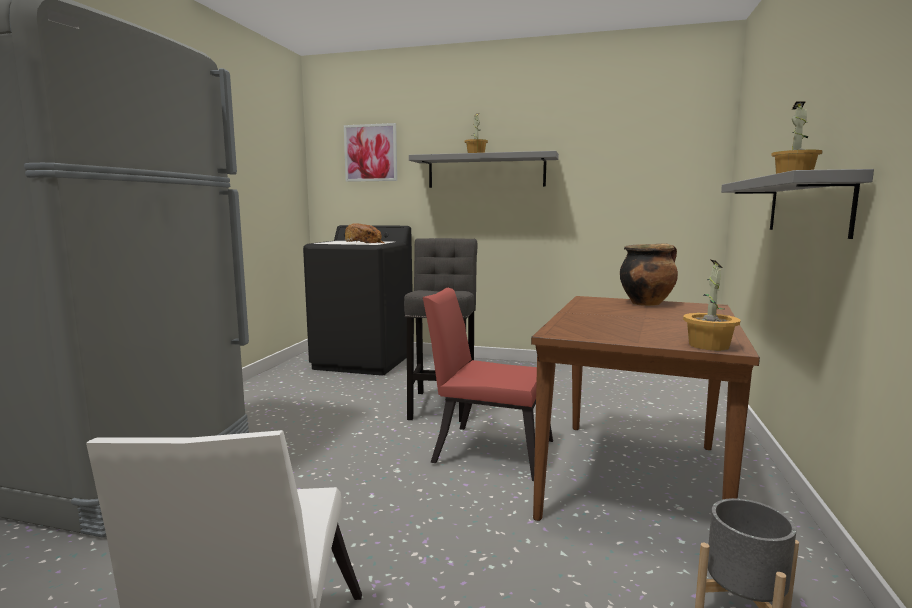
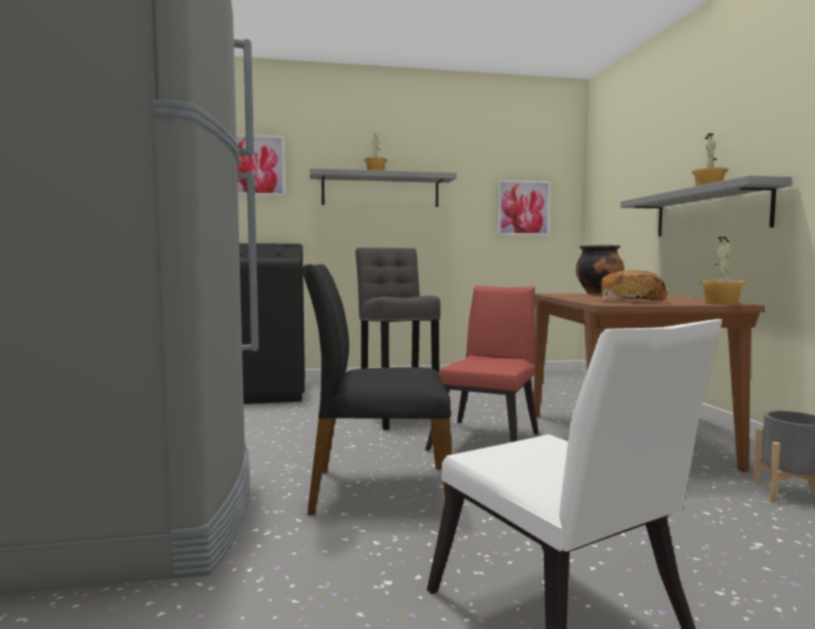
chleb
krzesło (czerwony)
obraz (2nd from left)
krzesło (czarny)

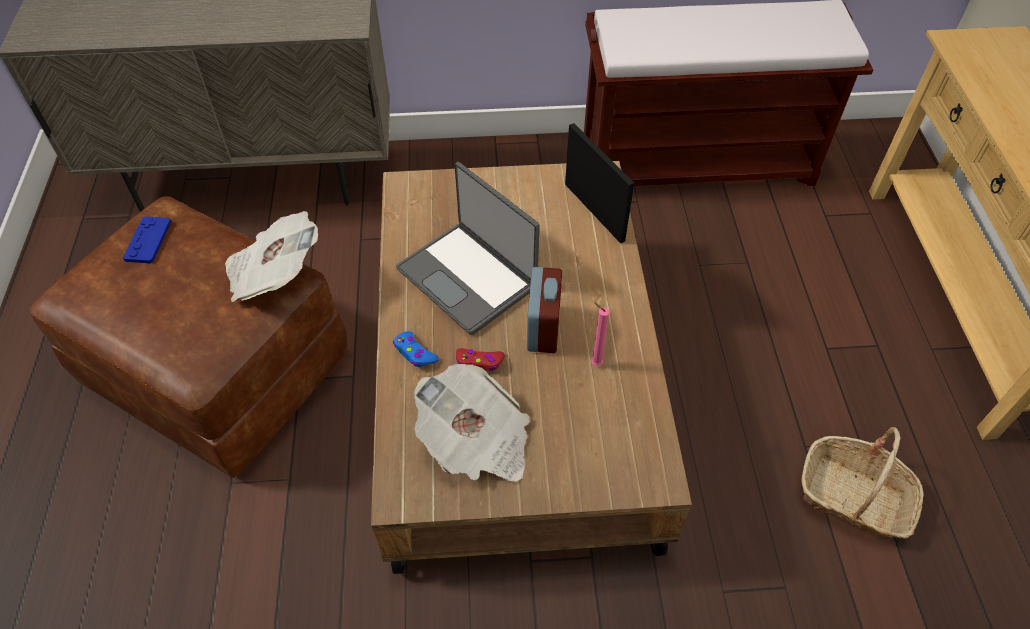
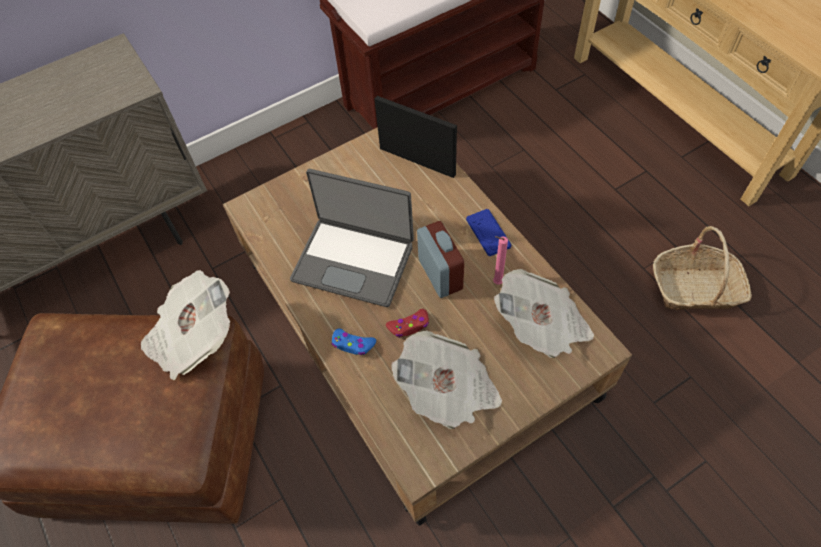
pad do gier (niebieski) (2nd from left)
gazeta (3rd from left)

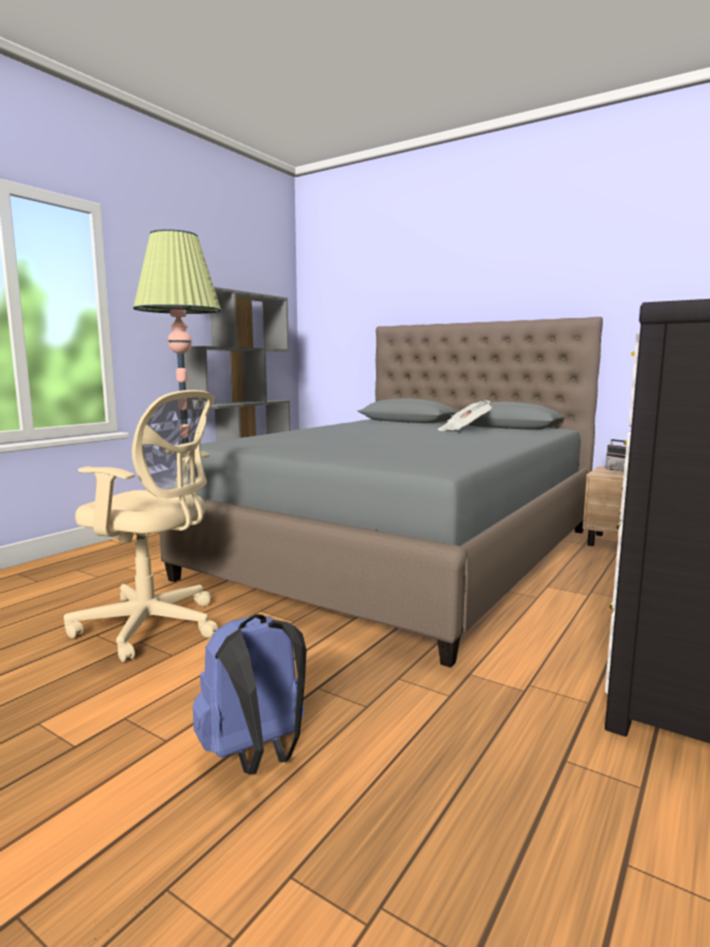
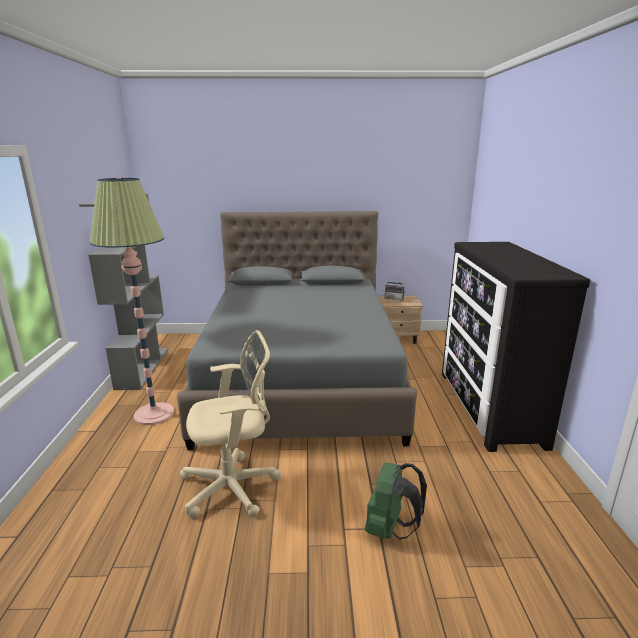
gazeta
plecak (zielony)

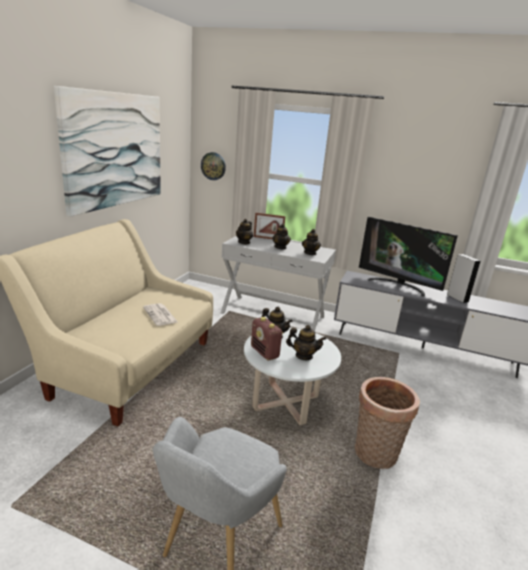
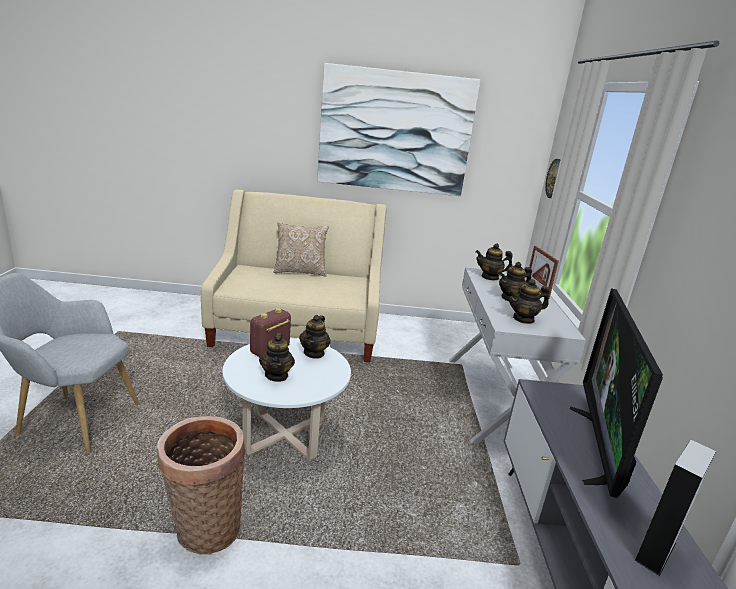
gazeta
poduszka

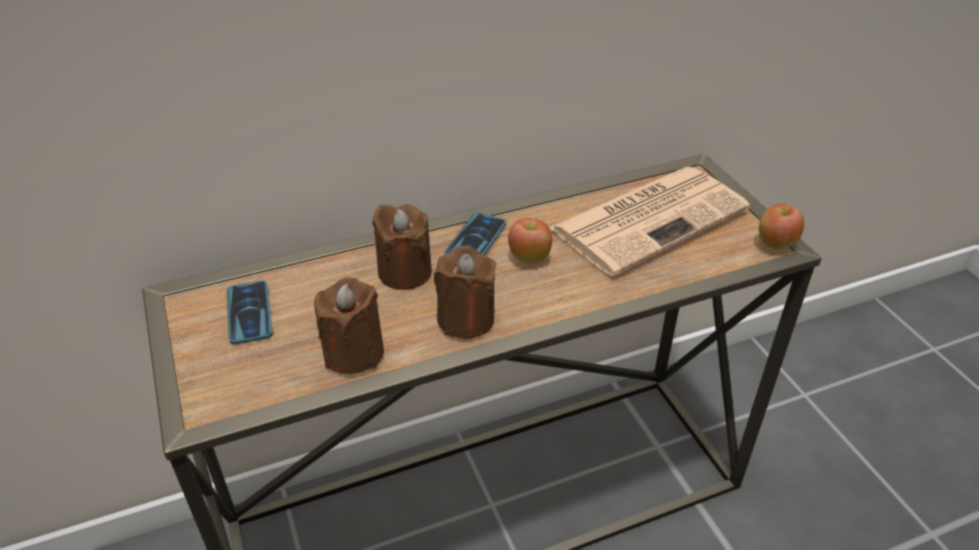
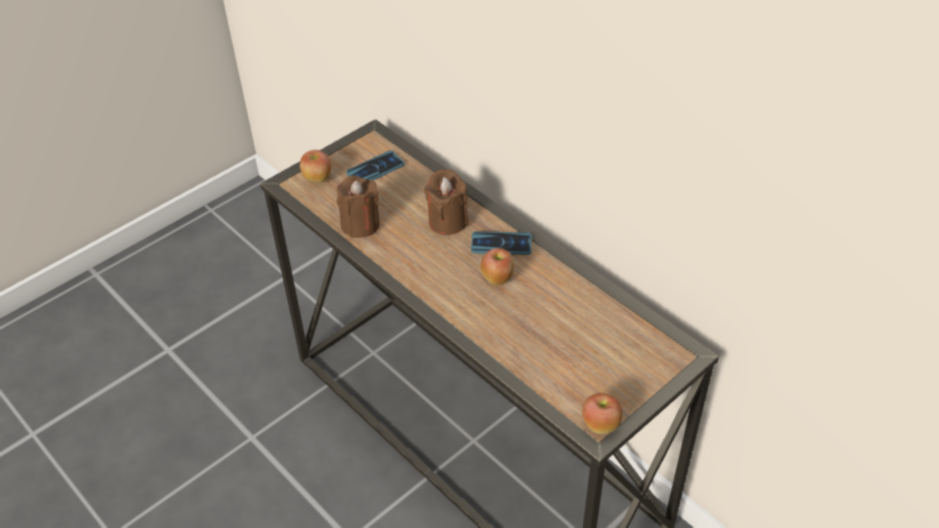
gazeta
świeca (brązowy) (3rd from left in the first image)
jabłko (1st from left)

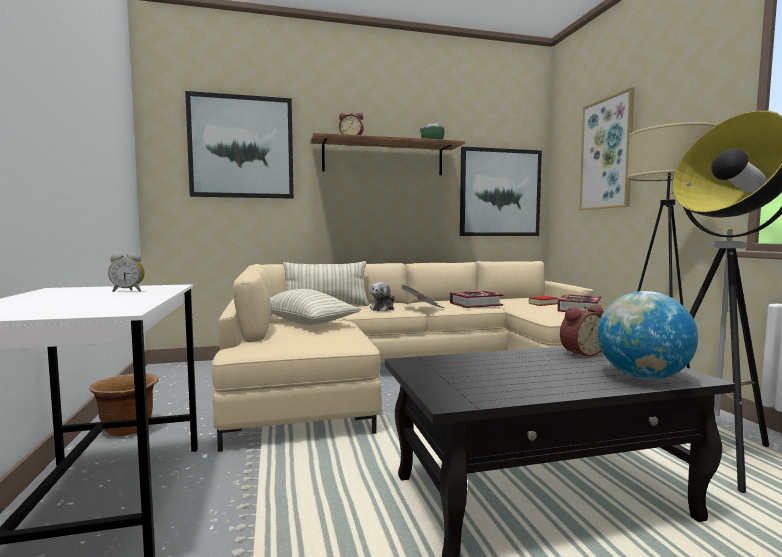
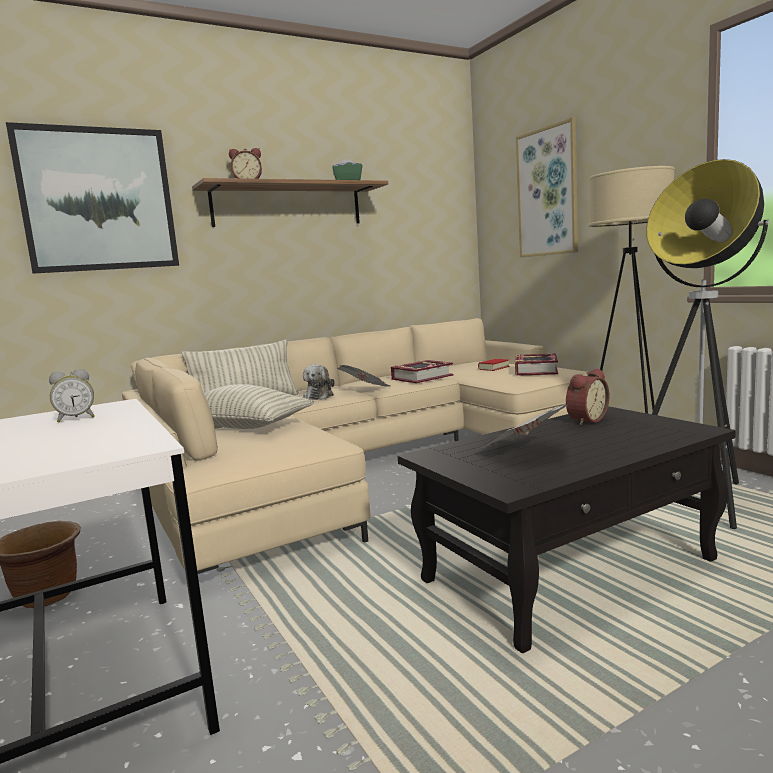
obraz (2nd from left in the first image)
globus
gazeta (2nd from left)

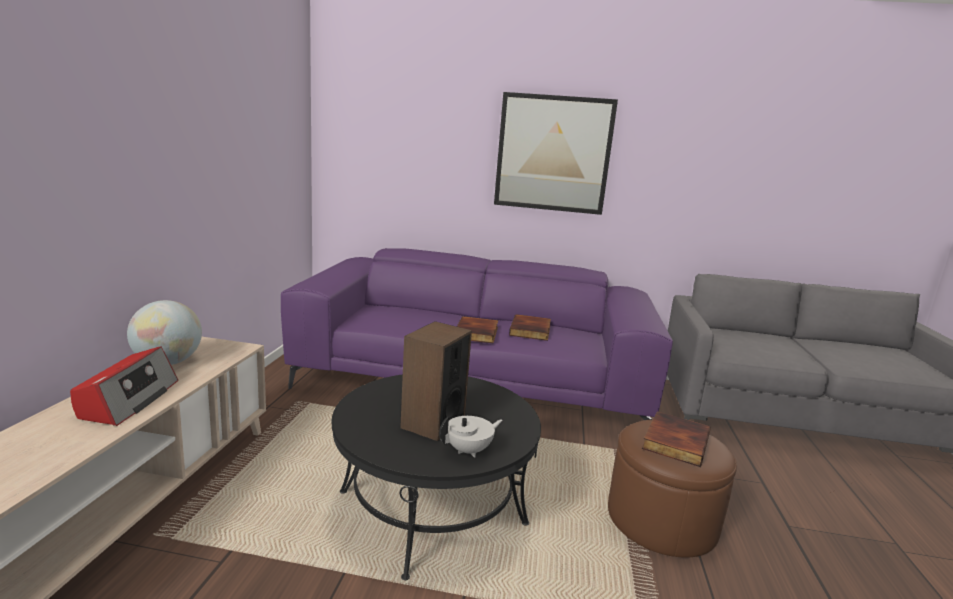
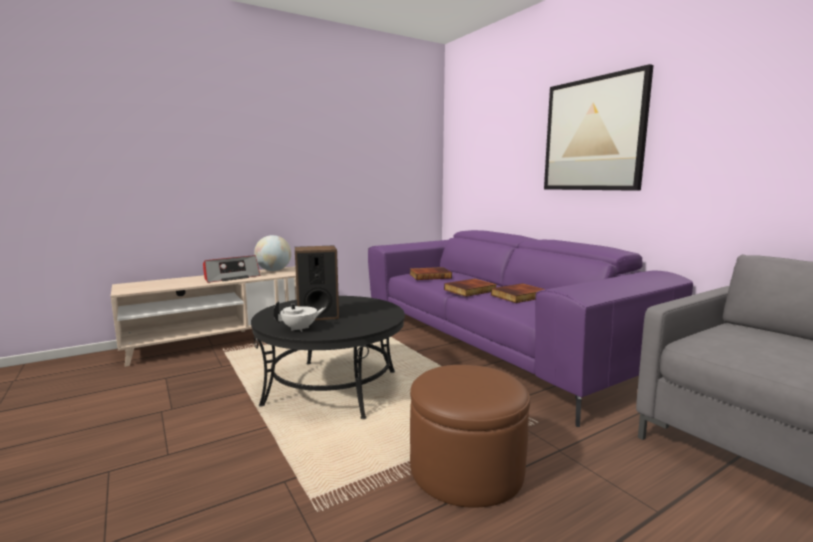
książka (1st from left)
imbryk (biały)

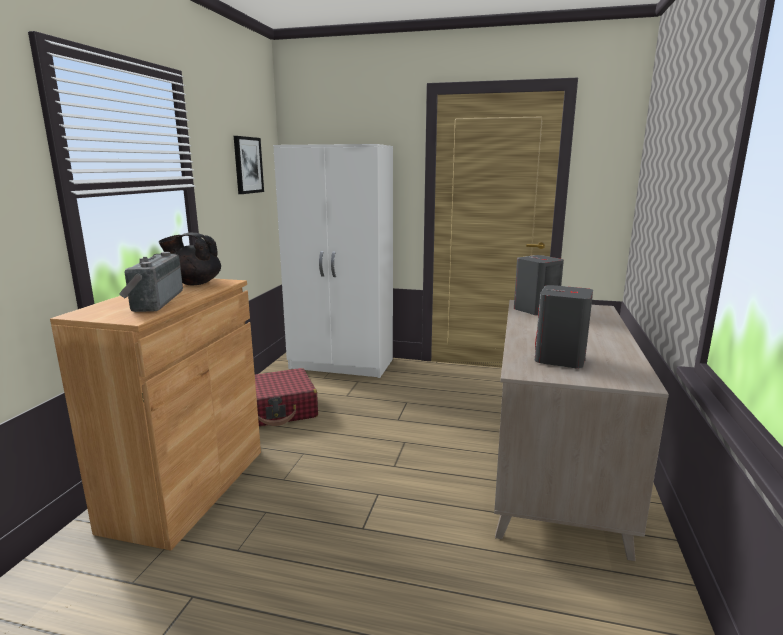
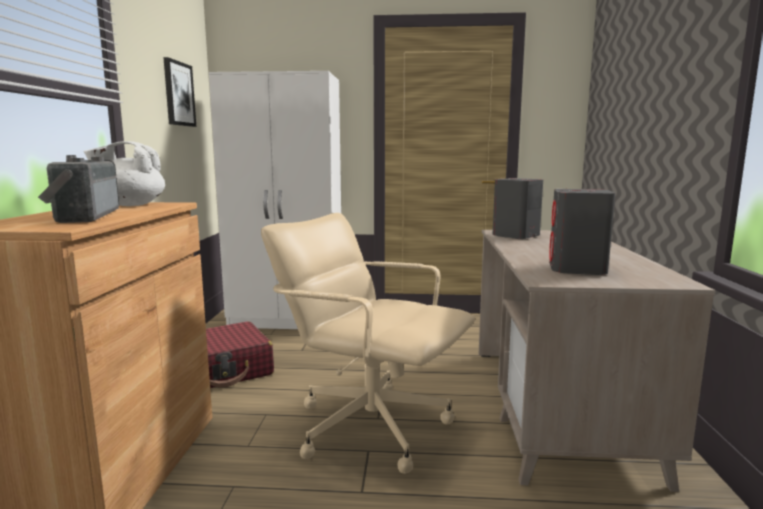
imbryk (biały)
krzesło biurowe (beżowy)

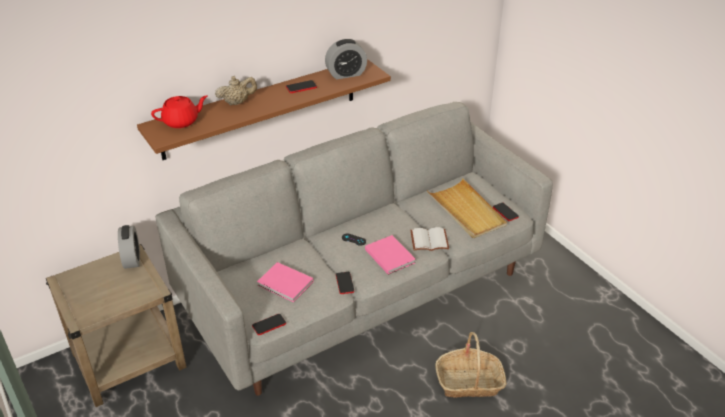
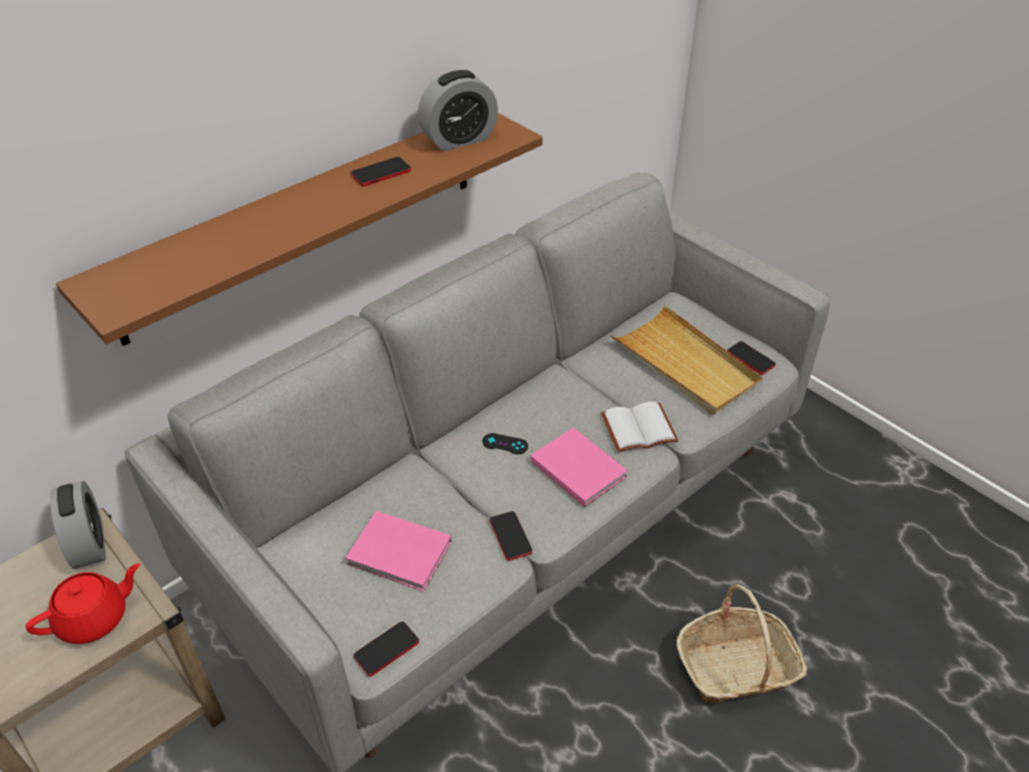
imbryk (beżowy)
imbryk (czerwony)

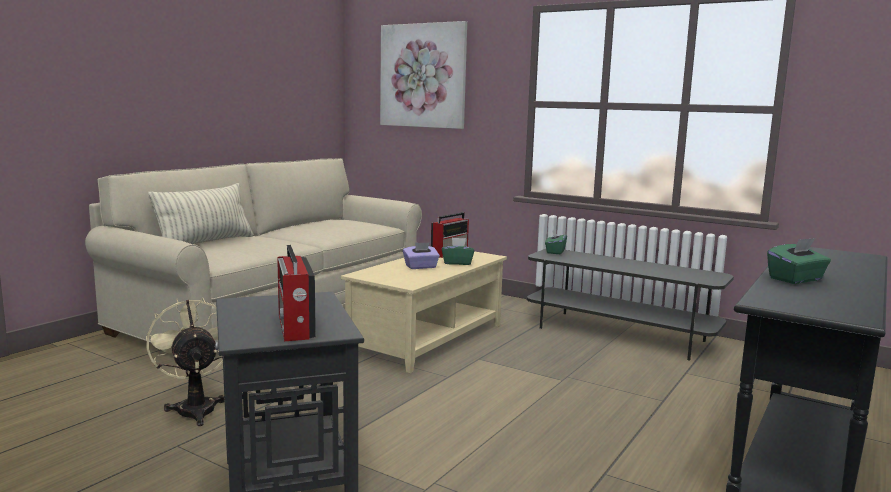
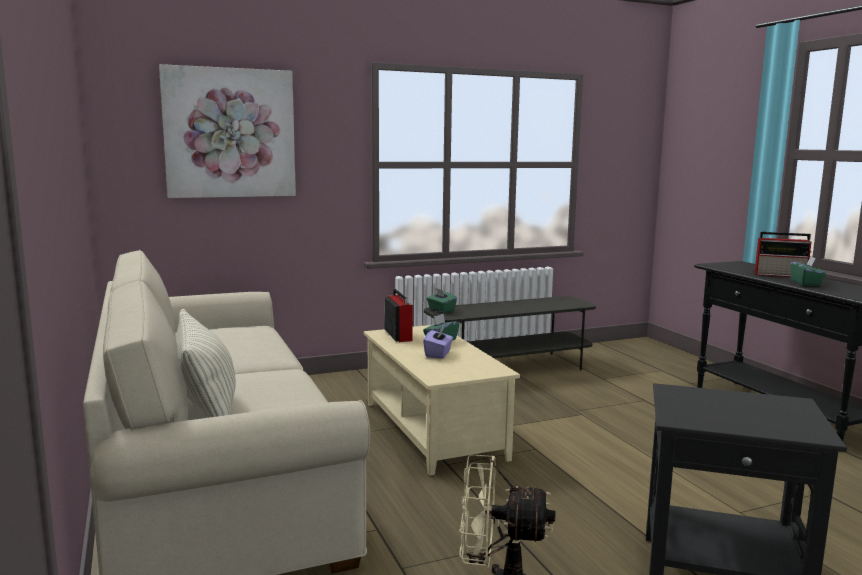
radio (2nd from left)

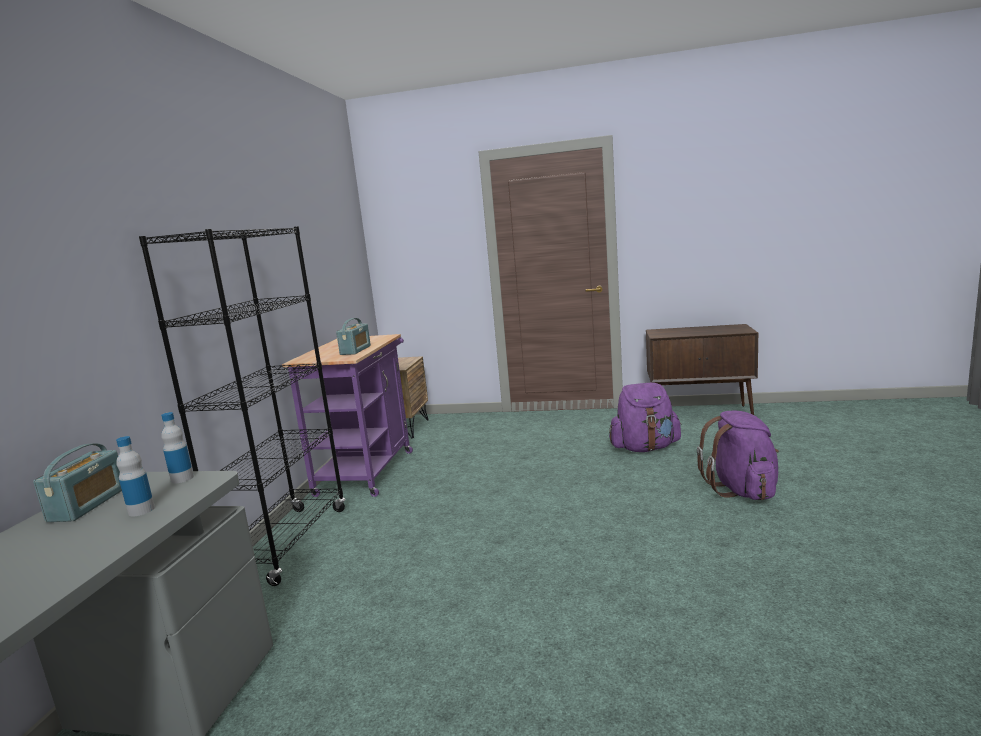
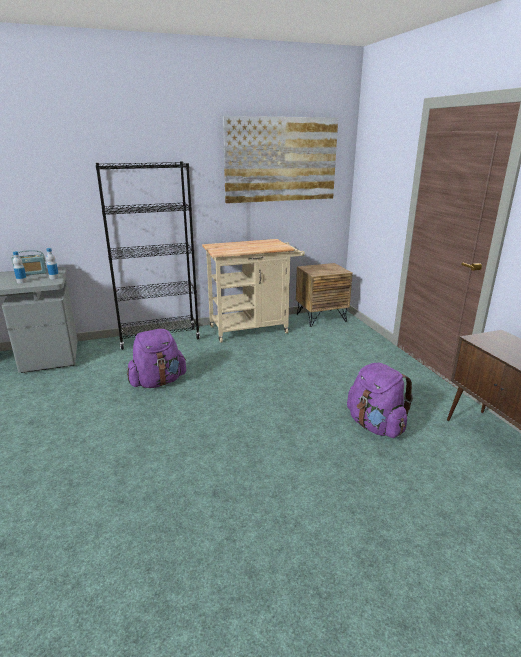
radio (2nd from left in the first image)
wózek (beżowy)
plecak (fioletowy) (1st from left)
obraz

